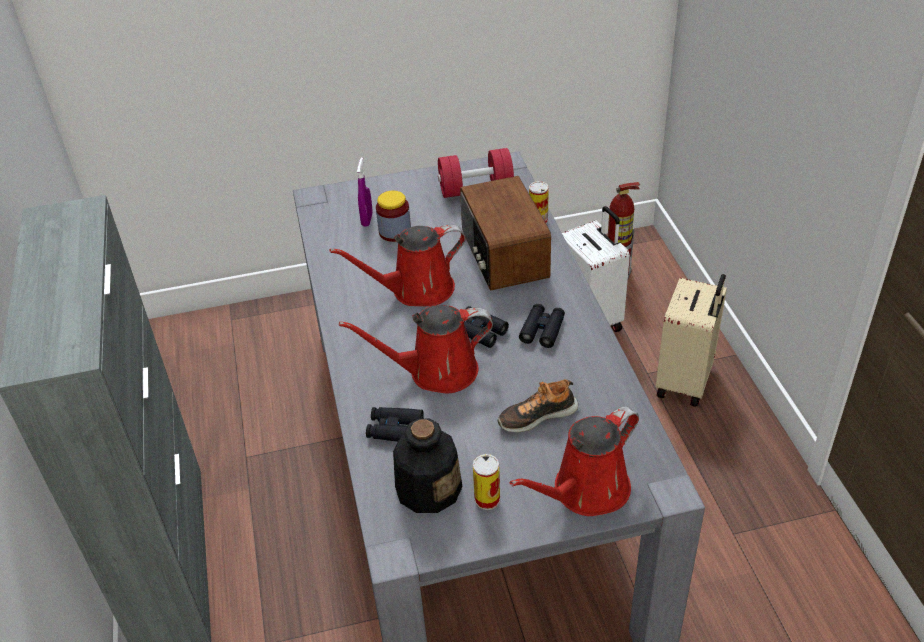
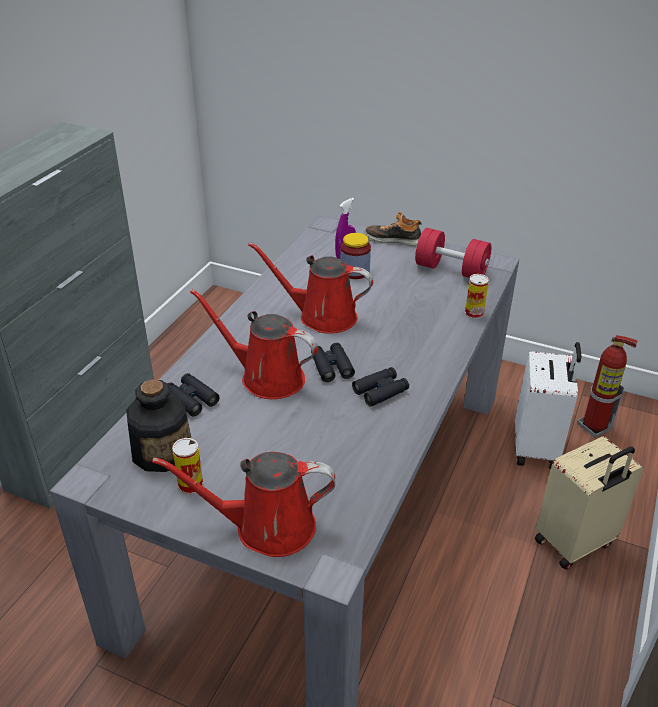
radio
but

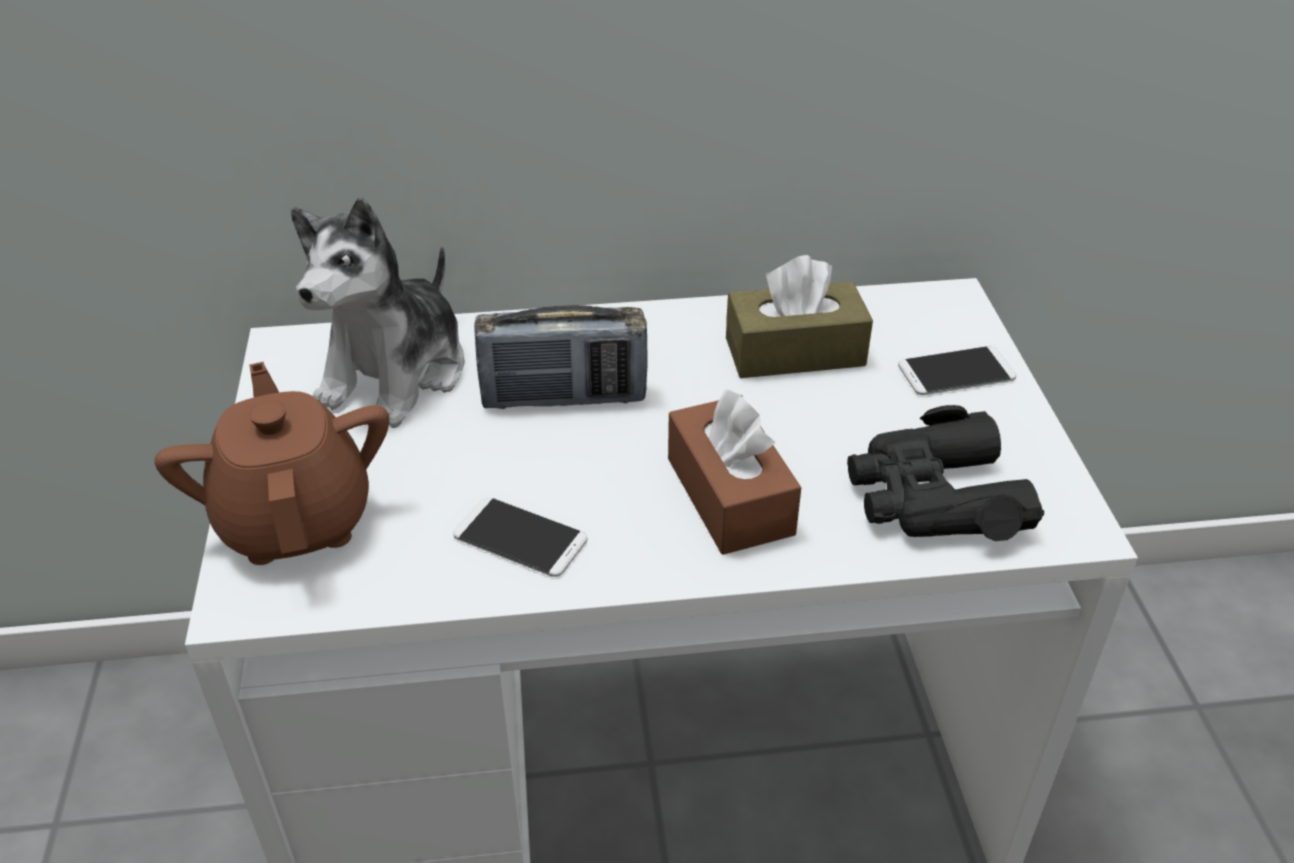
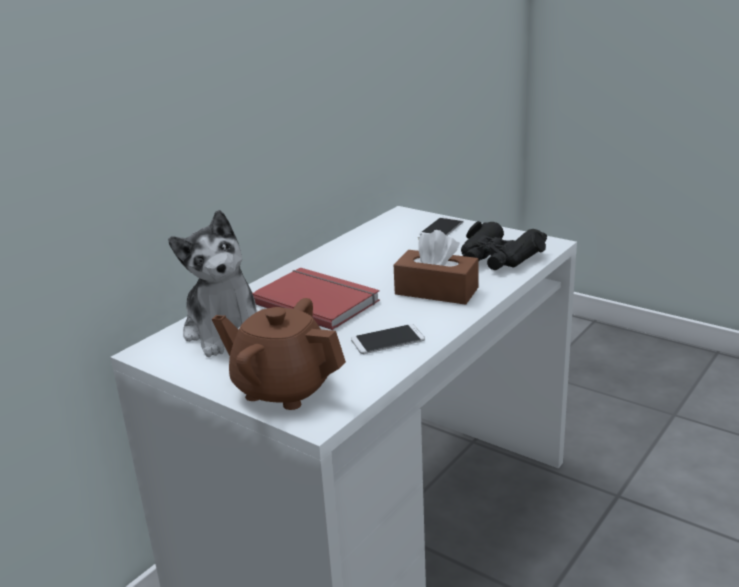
pudełko chusteczek (brązowy) (2nd from left in the first image)
książka (czerwony)

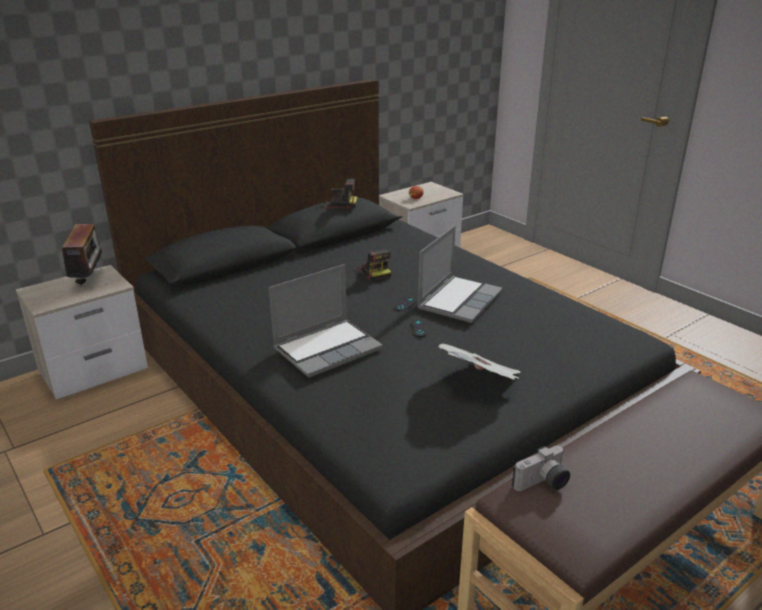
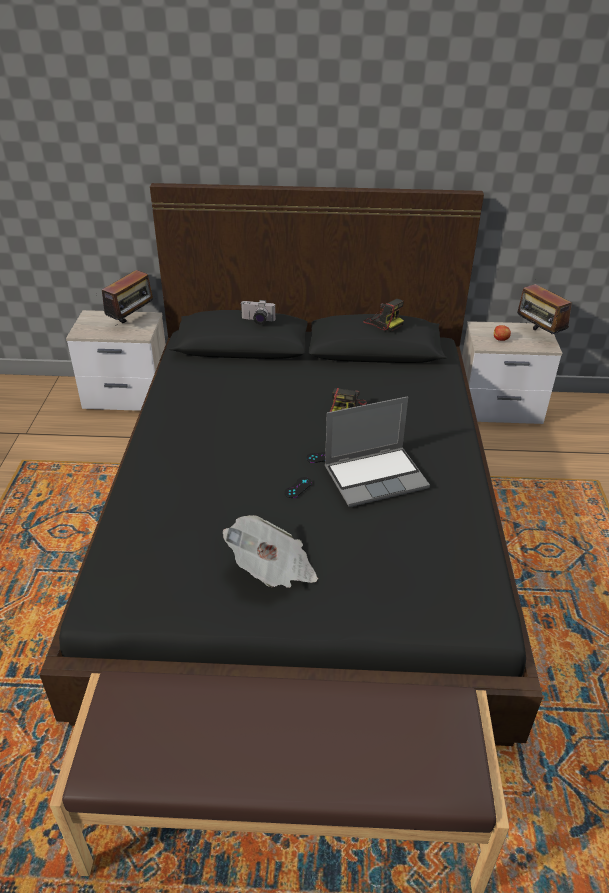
laptop (1st from left in the first image)
aparat fotograficzny (1st from left)
radio (2nd from left)

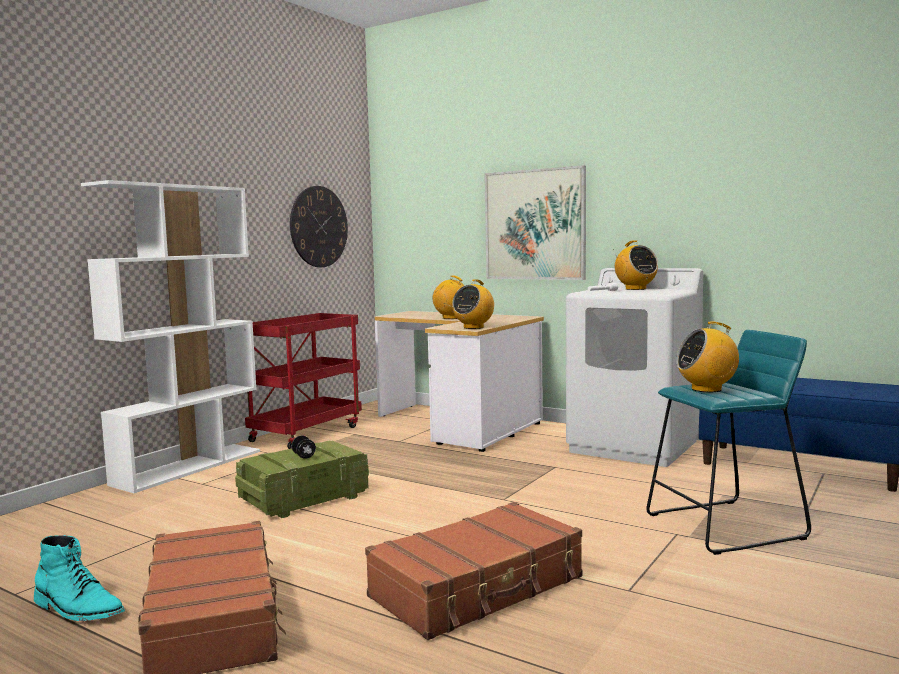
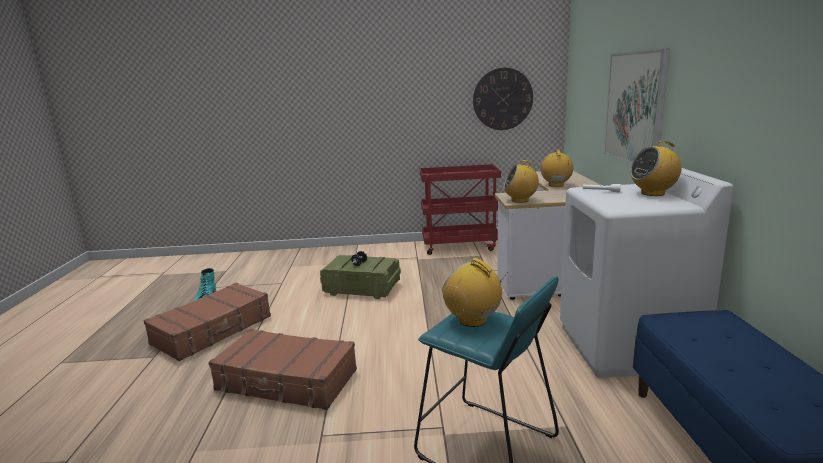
regał (biały)
radio (4th from left)

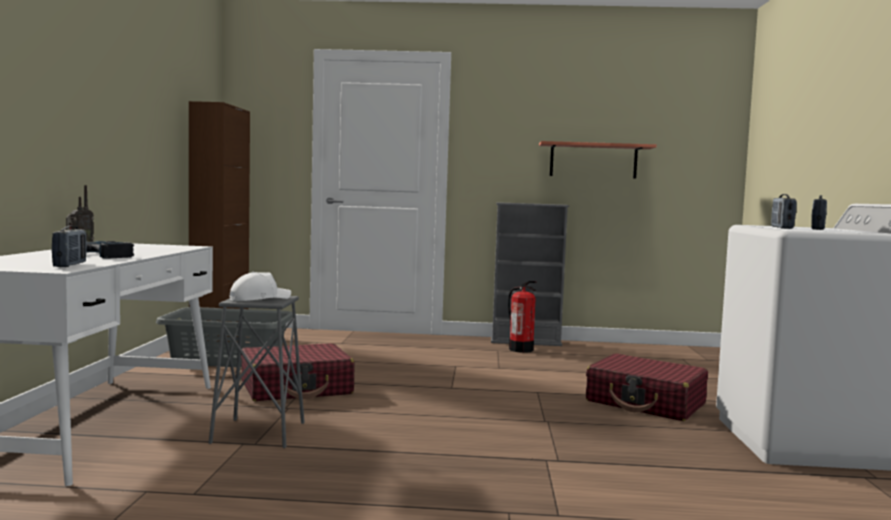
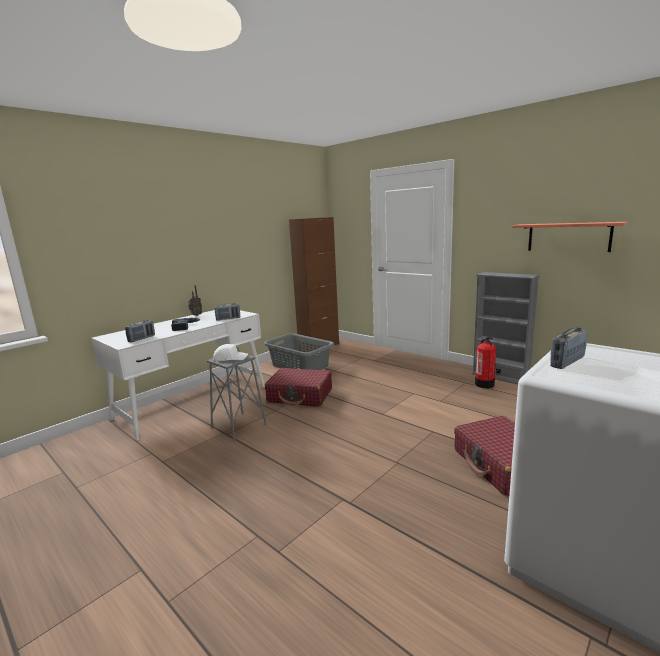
radio (3rd from left)

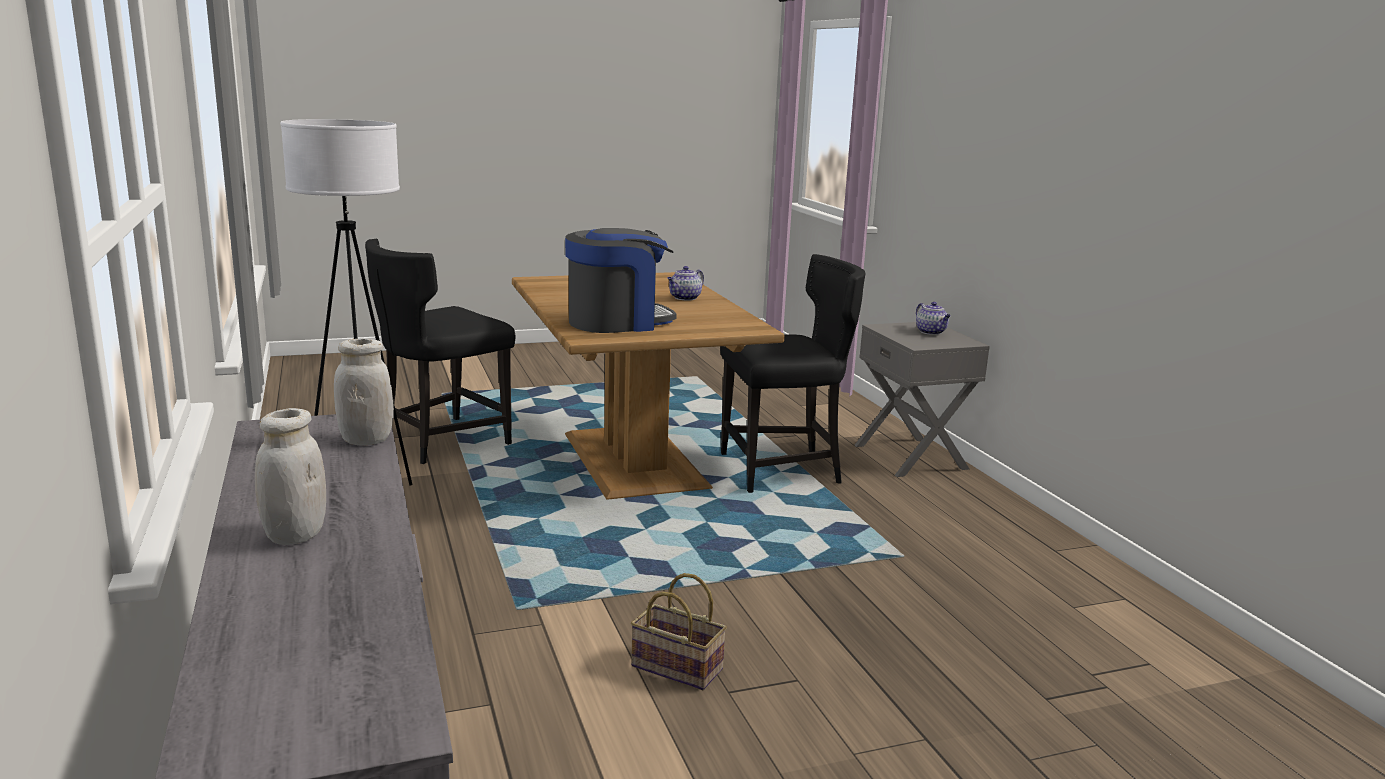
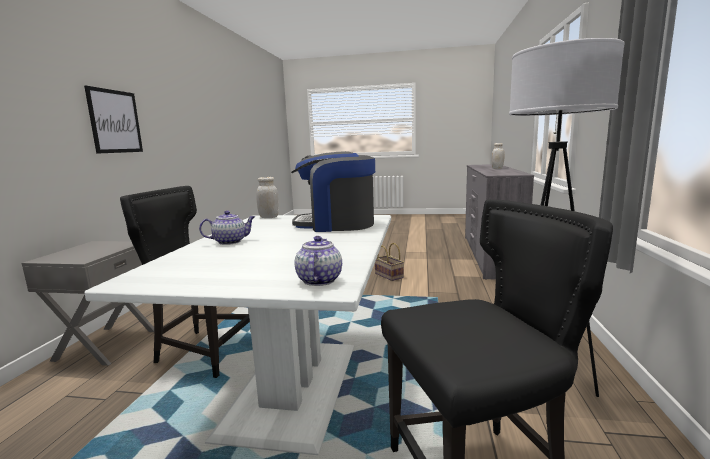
stół jadalny (biały)
imbryk (2nd from left)
słoik (biały) (1st from left)
obraz

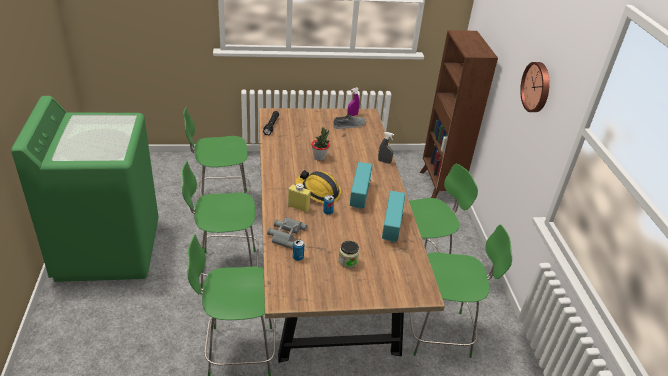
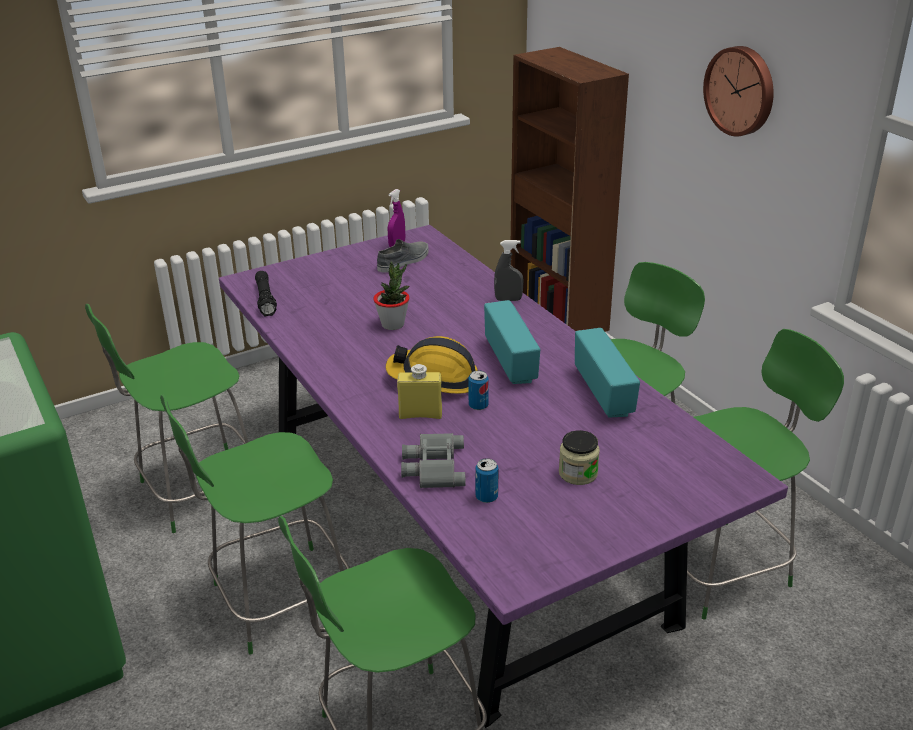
stół jadalny (fioletowy)

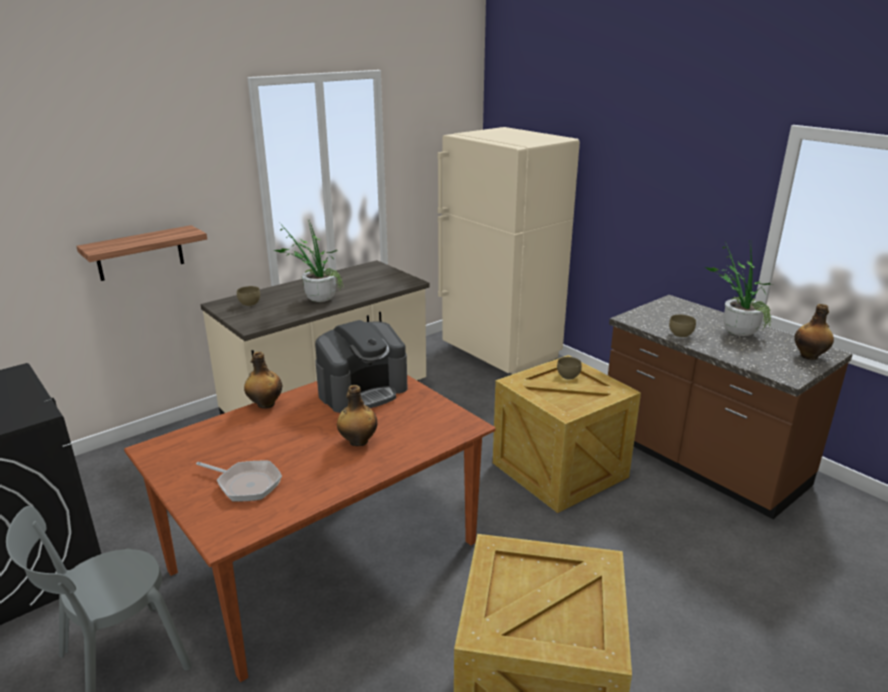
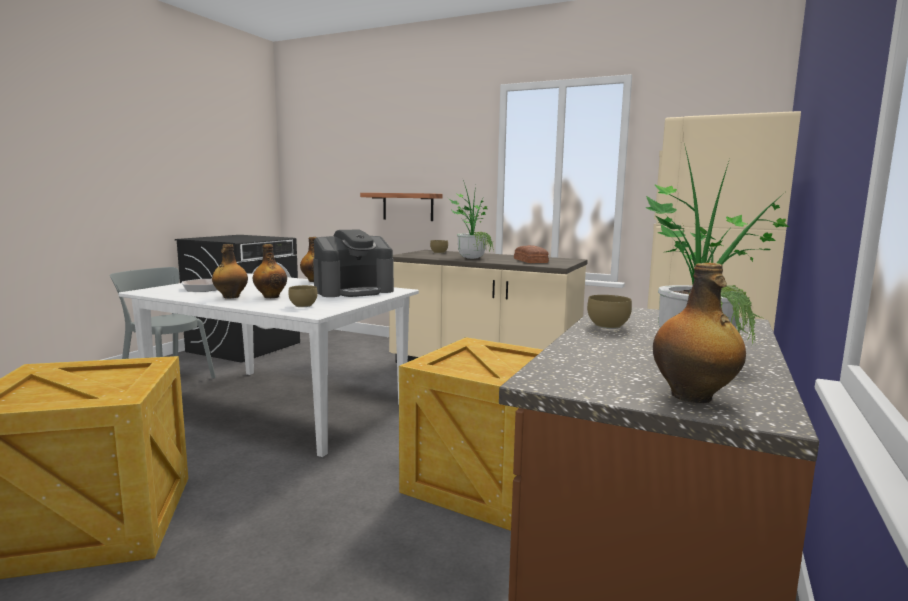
ekspres do kawy
miska (brązowy) (1st from left)
stół jadalny (biały)
butelka (1st from left)
chleb

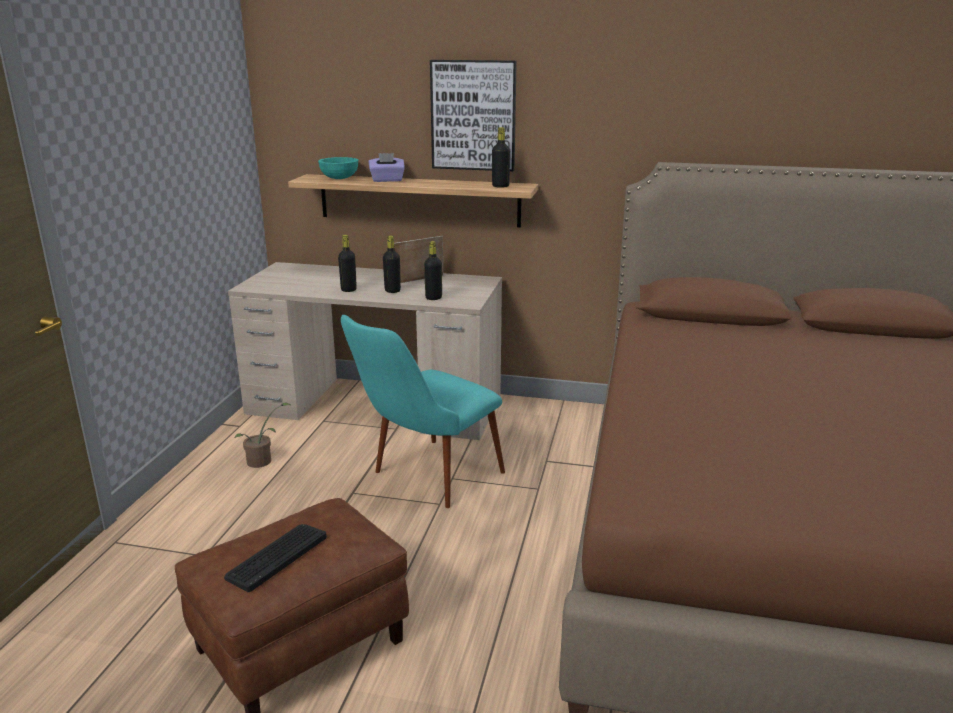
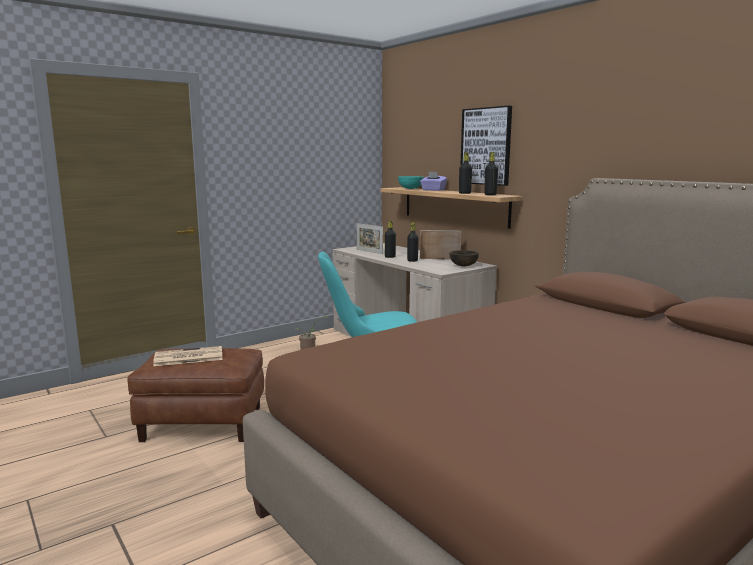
butelka (czarny) (3rd from left)
gazeta
ramka na zdjęcie (1st from left)
miska (brązowy)

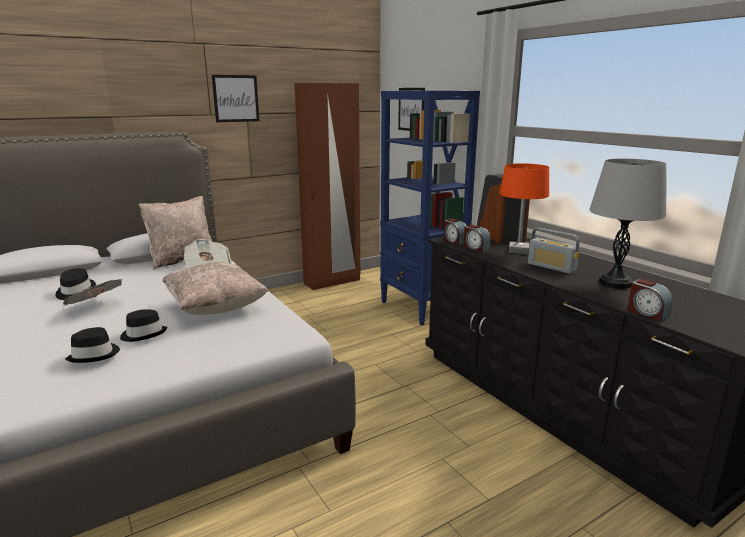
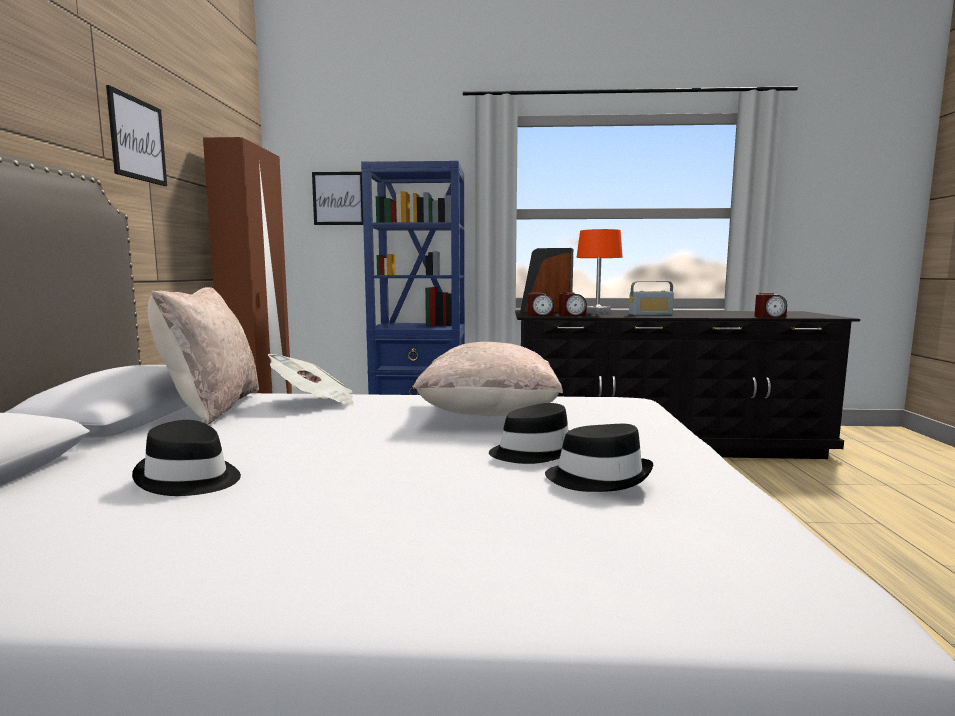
lampa stołowa (szary)
gazeta (1st from left in the first image)

